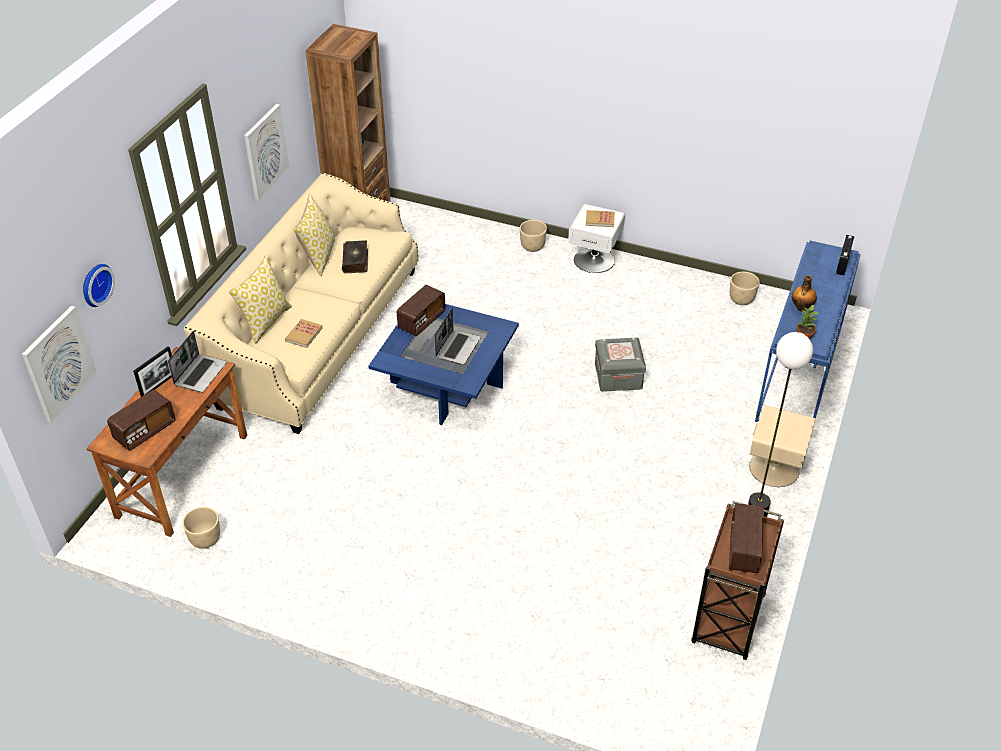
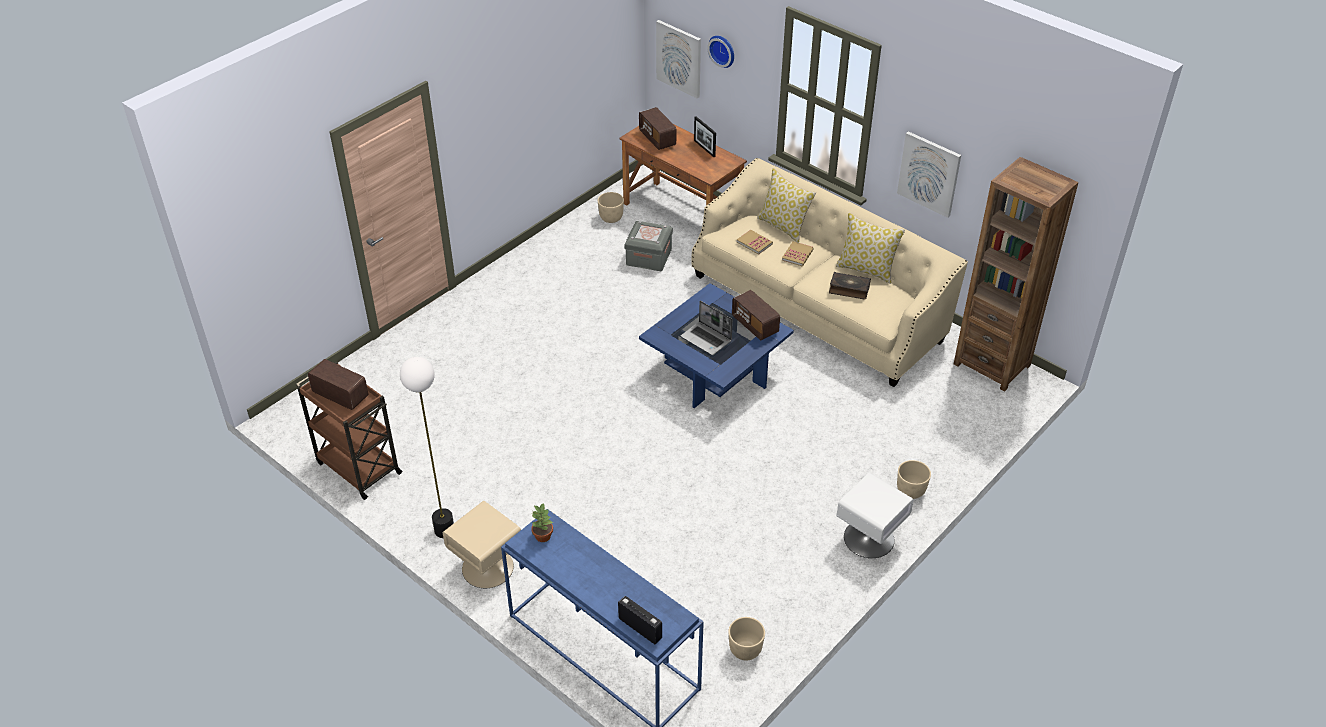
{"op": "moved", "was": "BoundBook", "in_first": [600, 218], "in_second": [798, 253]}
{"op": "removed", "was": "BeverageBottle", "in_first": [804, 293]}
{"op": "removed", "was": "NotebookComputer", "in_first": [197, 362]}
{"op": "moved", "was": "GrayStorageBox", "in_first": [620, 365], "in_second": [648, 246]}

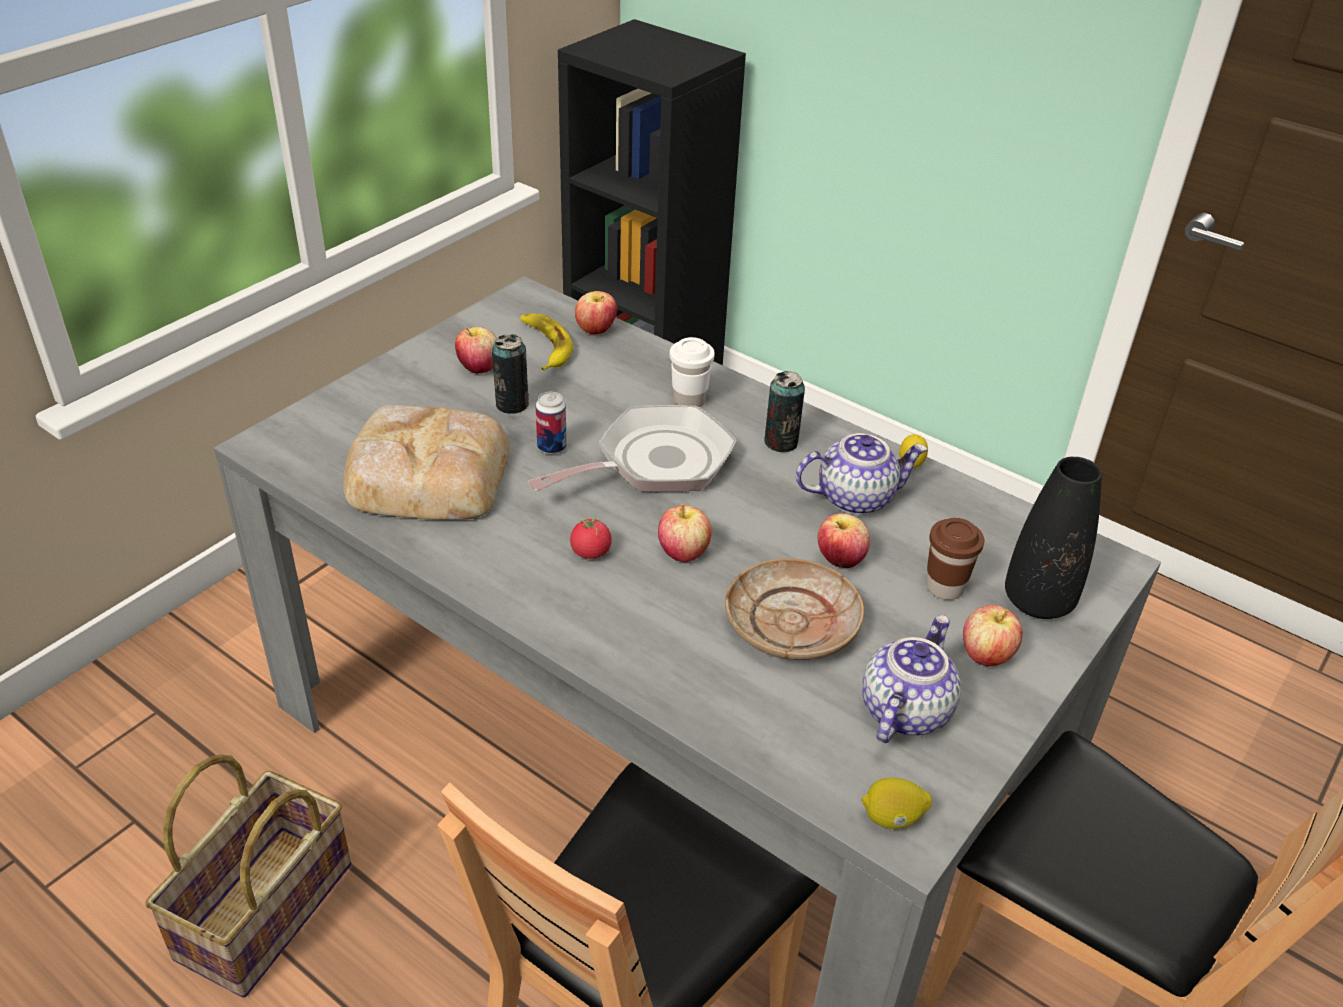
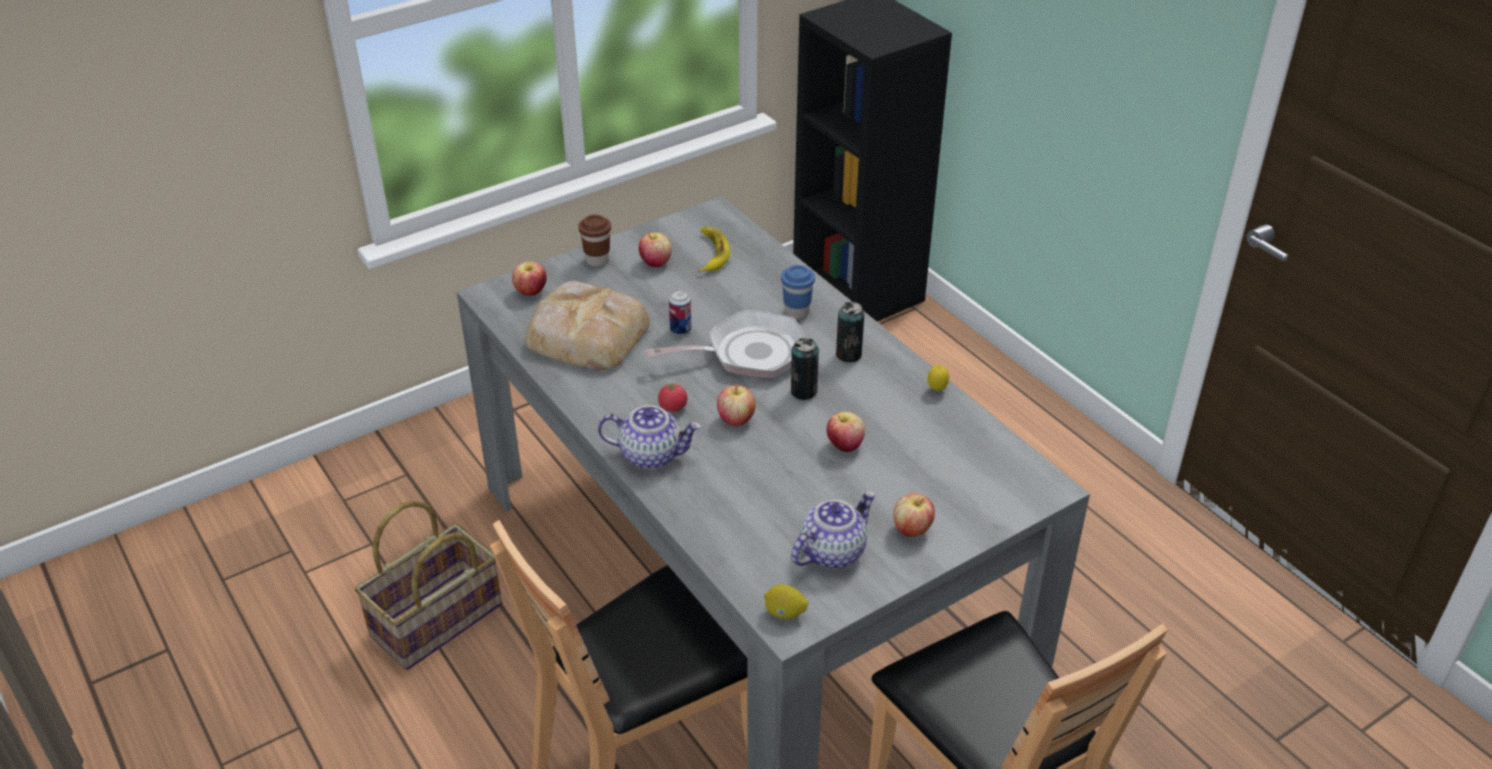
{"op": "moved", "was": "WholeApple", "in_first": [596, 312], "in_second": [529, 278]}
{"op": "moved", "was": "SealedCan", "in_first": [510, 374], "in_second": [805, 369]}
{"op": "recoloured", "was": "WhitishDrinkingCup", "now": "BlueDrinkingCup", "in_first": [692, 372], "in_second": [798, 292]}
{"op": "moved", "was": "Teapot", "in_first": [862, 474], "in_second": [649, 437]}
{"op": "removed", "was": "BlackVase", "in_first": [1053, 538]}
{"op": "moved", "was": "BrownishDrinkingCup", "in_first": [955, 559], "in_second": [595, 241]}
{"op": "removed", "was": "BeigePlate", "in_first": [794, 609]}

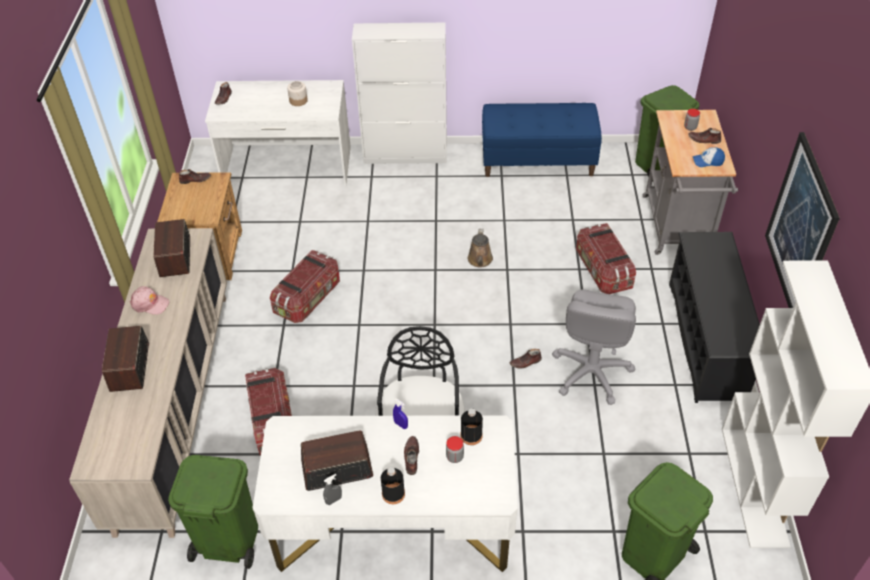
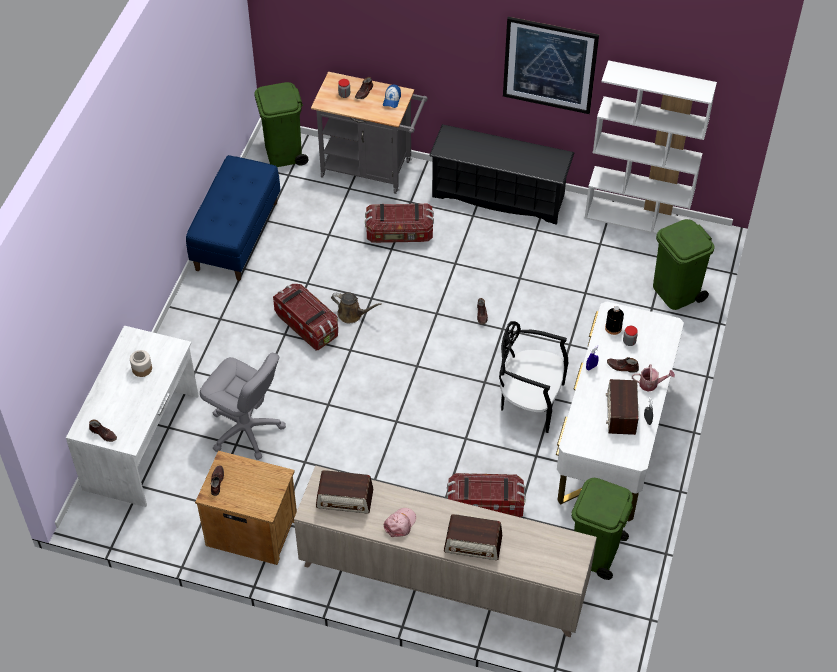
{"op": "removed", "was": "WhitishStorageCabinet", "in_first": [399, 93]}
{"op": "moved", "was": "StorageBox", "in_first": [305, 286], "in_second": [305, 317]}
{"op": "moved", "was": "GrayDeskChair", "in_first": [594, 347], "in_second": [243, 406]}
{"op": "replaced", "was": "BlackBeverageBottle", "now": "WateringCan", "in_first": [393, 485], "in_second": [653, 378]}

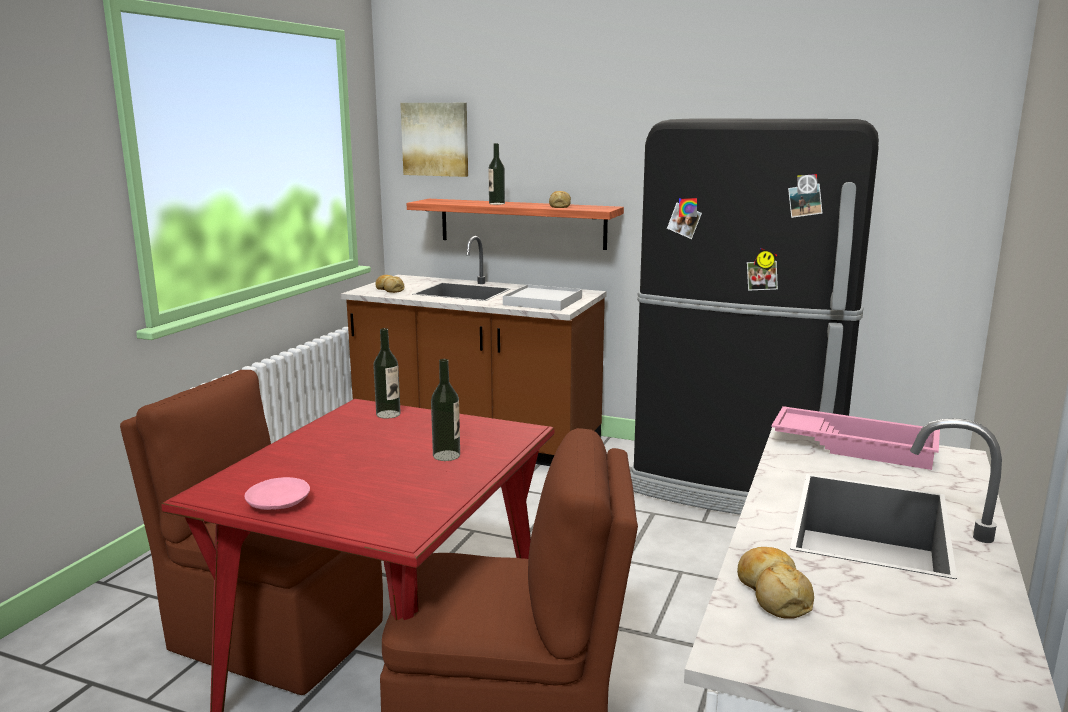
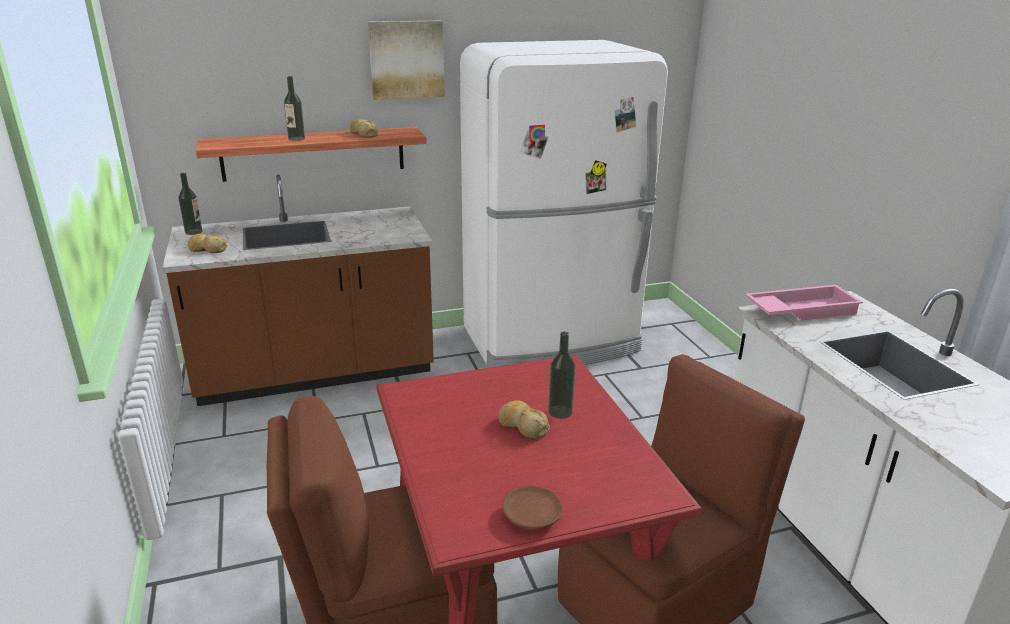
{"op": "moved", "was": "WallArt", "in_first": [434, 140], "in_second": [406, 60]}
{"op": "recoloured", "was": "BlackKitchenFridge", "now": "WhitishKitchenFridge", "in_first": [754, 316], "in_second": [564, 204]}
{"op": "removed", "was": "WhitishServingTray", "in_first": [542, 297]}
{"op": "moved", "was": "BeverageBottle", "in_first": [387, 373], "in_second": [190, 204]}
{"op": "recoloured", "was": "PinkColouredPlate", "now": "BrownishPlate", "in_first": [277, 493], "in_second": [533, 508]}
{"op": "moved", "was": "BakeryBread", "in_first": [775, 583], "in_second": [524, 419]}

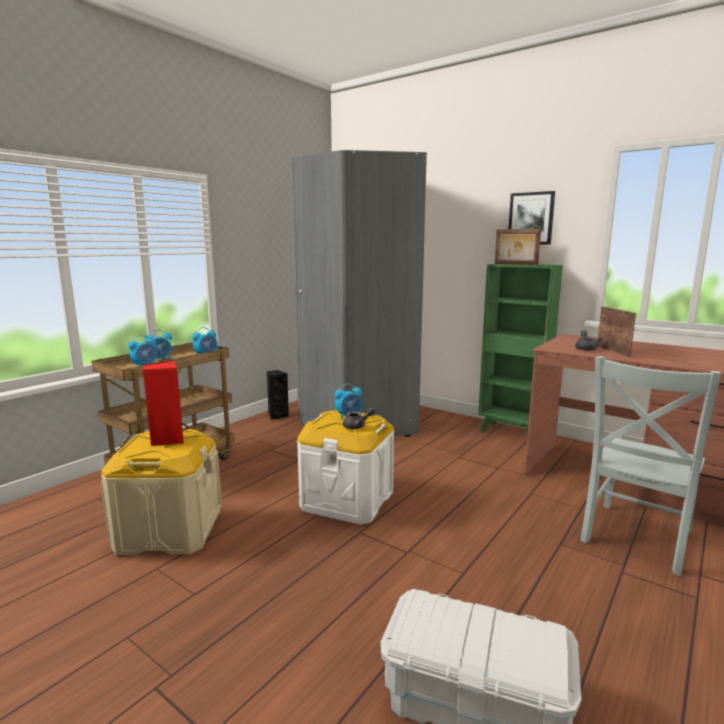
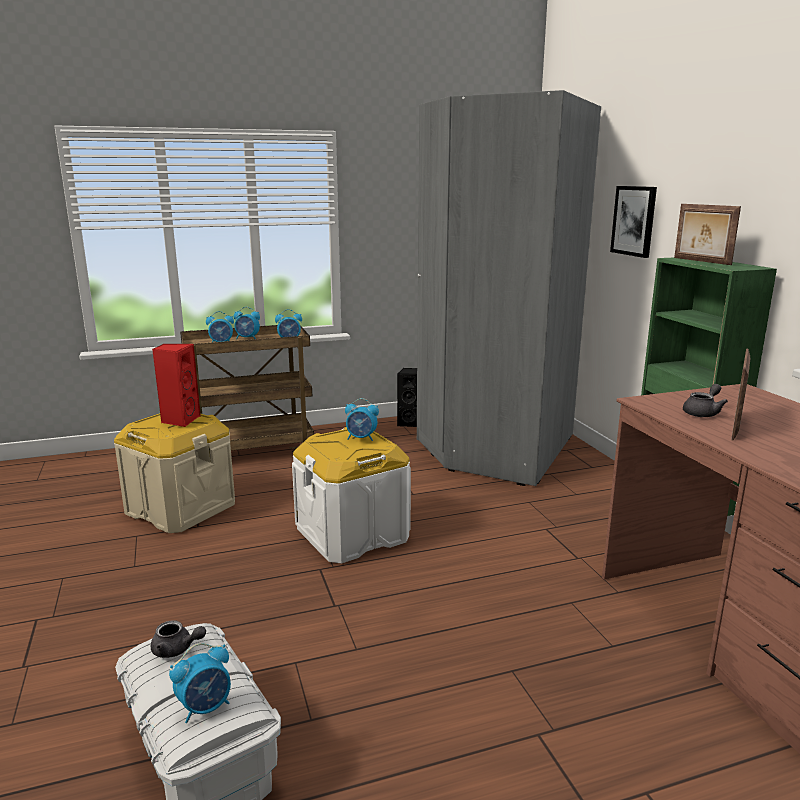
{"op": "moved", "was": "WallArt", "in_first": [532, 217], "in_second": [633, 222]}
{"op": "removed", "was": "GrayChair", "in_first": [650, 465]}
{"op": "moved", "was": "GrayTeapot", "in_first": [359, 418], "in_second": [178, 639]}
{"op": "added", "now": "TableClock", "in_second": [200, 683]}

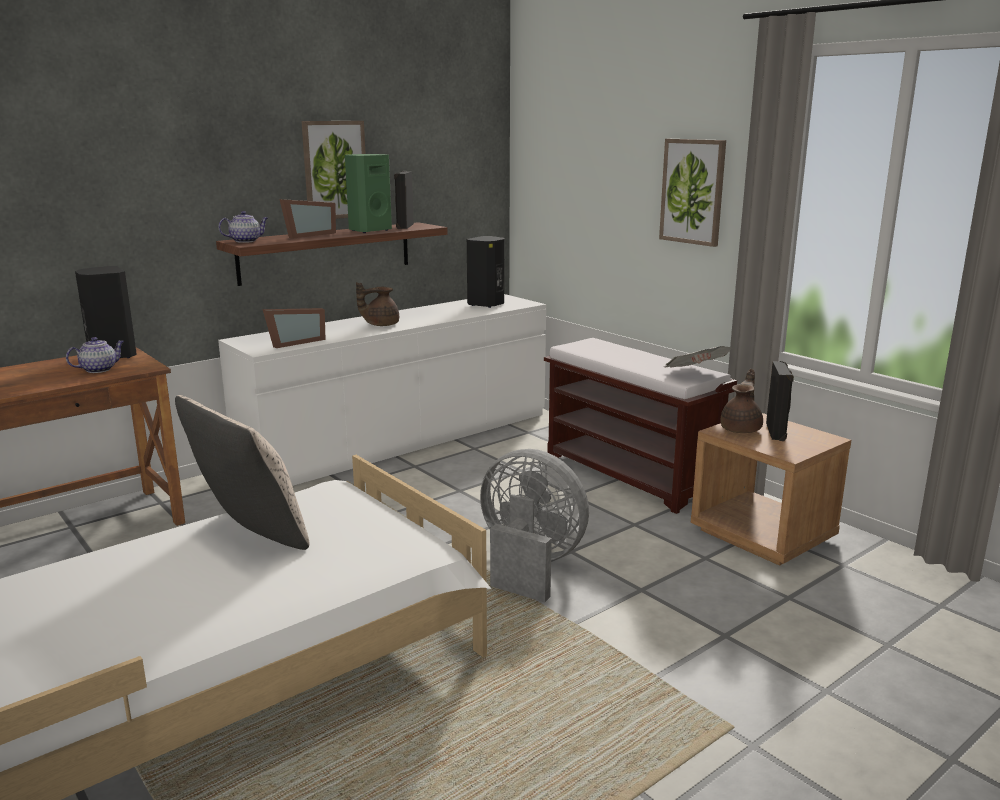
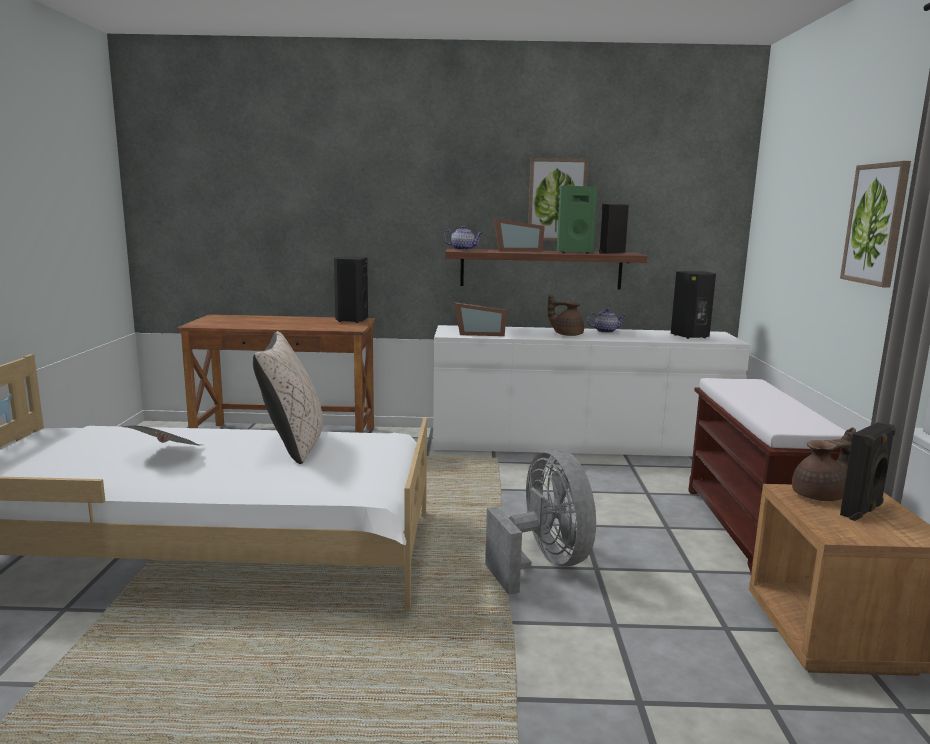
{"op": "moved", "was": "Teapot", "in_first": [95, 355], "in_second": [606, 320]}
{"op": "moved", "was": "DailyPaper", "in_first": [698, 356], "in_second": [161, 435]}

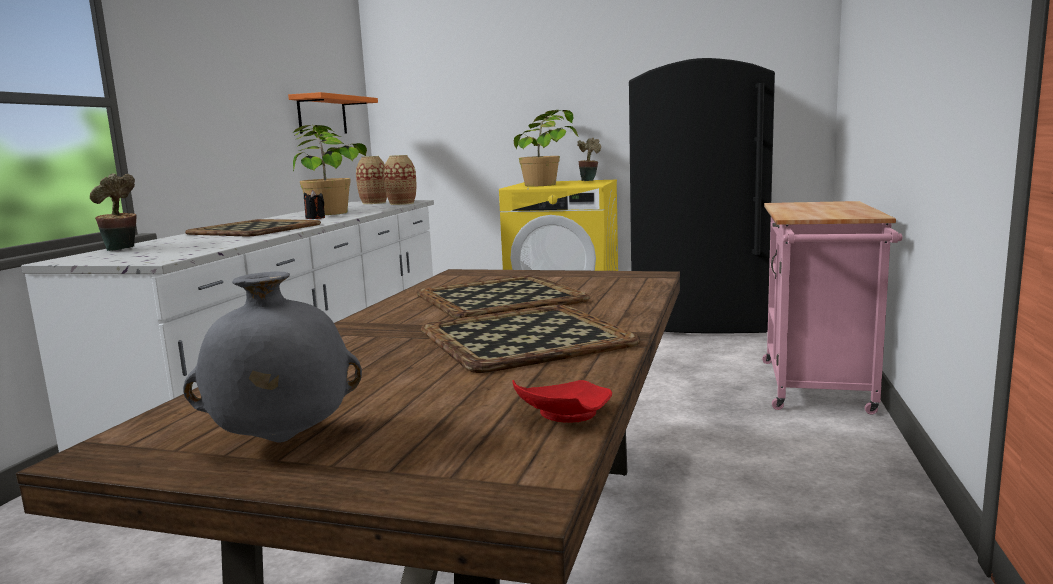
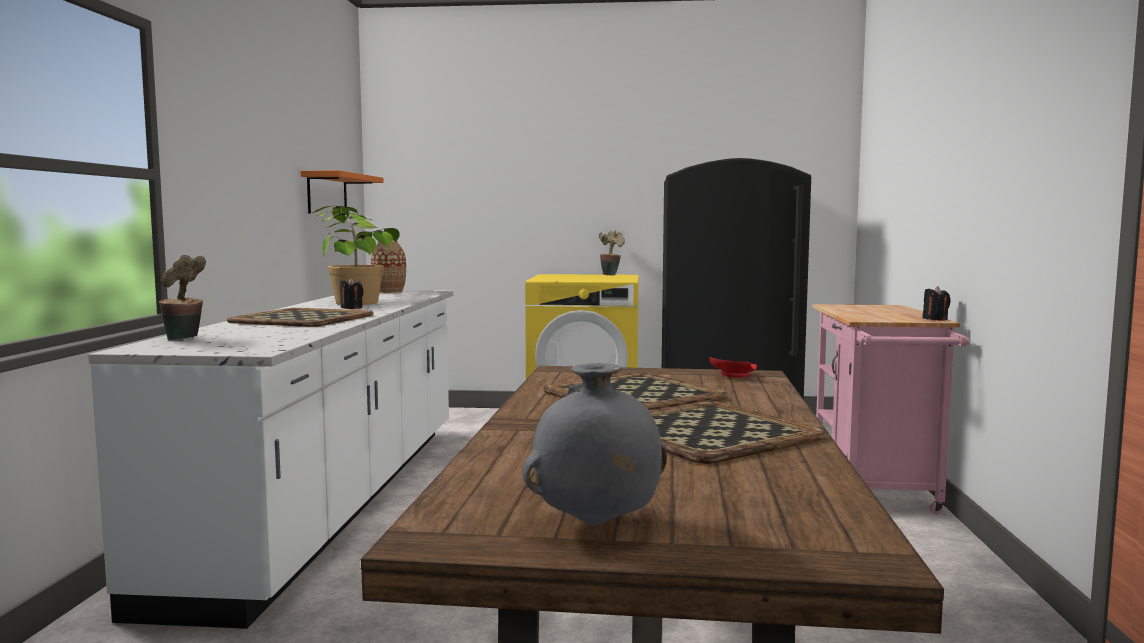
{"op": "removed", "was": "PlantInAPot", "in_first": [546, 148]}
{"op": "removed", "was": "Vase", "in_first": [399, 180]}
{"op": "moved", "was": "RedColouredPlate", "in_first": [562, 401], "in_second": [733, 367]}
{"op": "added", "now": "BlackCandle", "in_second": [937, 303]}

